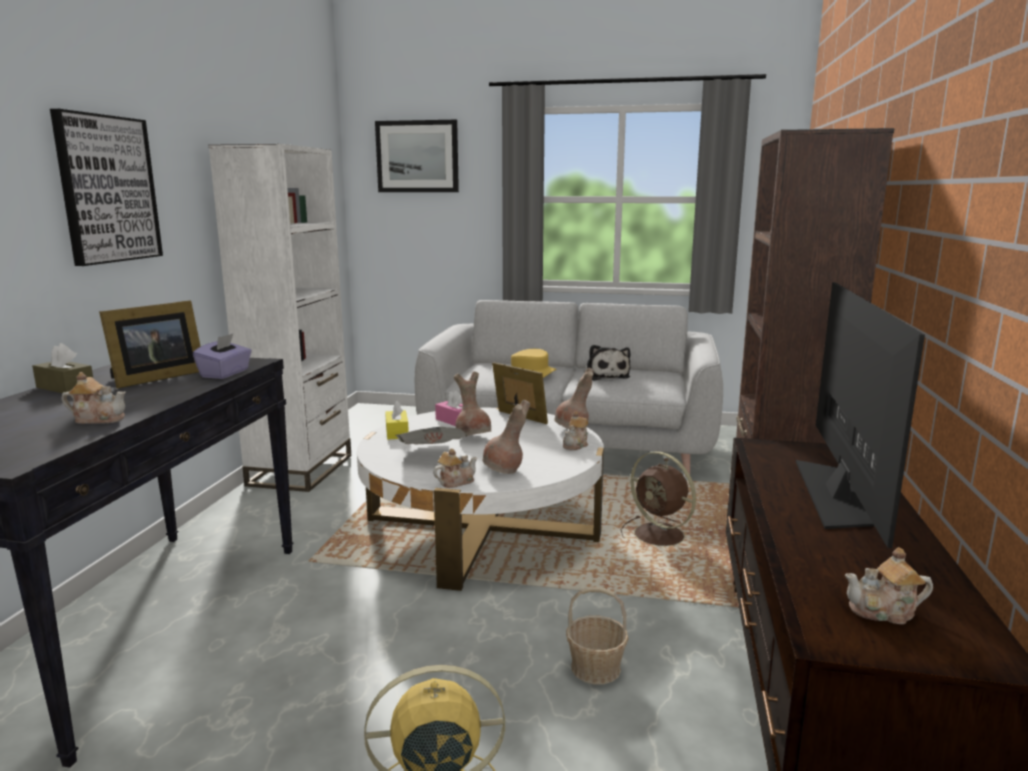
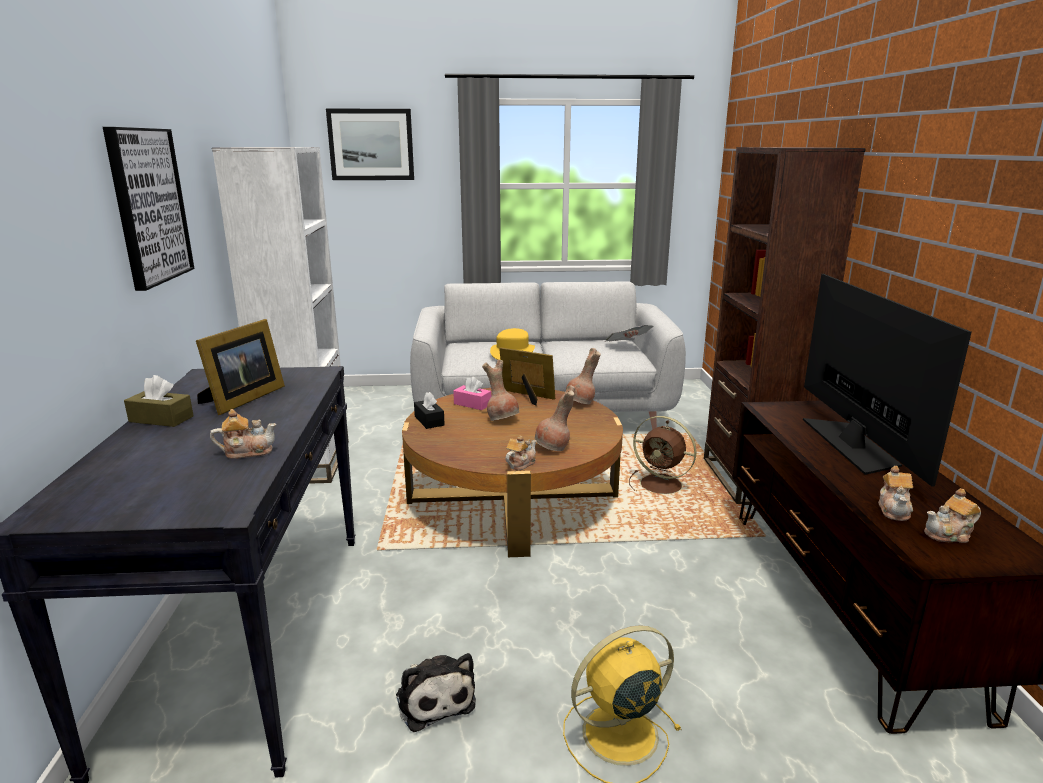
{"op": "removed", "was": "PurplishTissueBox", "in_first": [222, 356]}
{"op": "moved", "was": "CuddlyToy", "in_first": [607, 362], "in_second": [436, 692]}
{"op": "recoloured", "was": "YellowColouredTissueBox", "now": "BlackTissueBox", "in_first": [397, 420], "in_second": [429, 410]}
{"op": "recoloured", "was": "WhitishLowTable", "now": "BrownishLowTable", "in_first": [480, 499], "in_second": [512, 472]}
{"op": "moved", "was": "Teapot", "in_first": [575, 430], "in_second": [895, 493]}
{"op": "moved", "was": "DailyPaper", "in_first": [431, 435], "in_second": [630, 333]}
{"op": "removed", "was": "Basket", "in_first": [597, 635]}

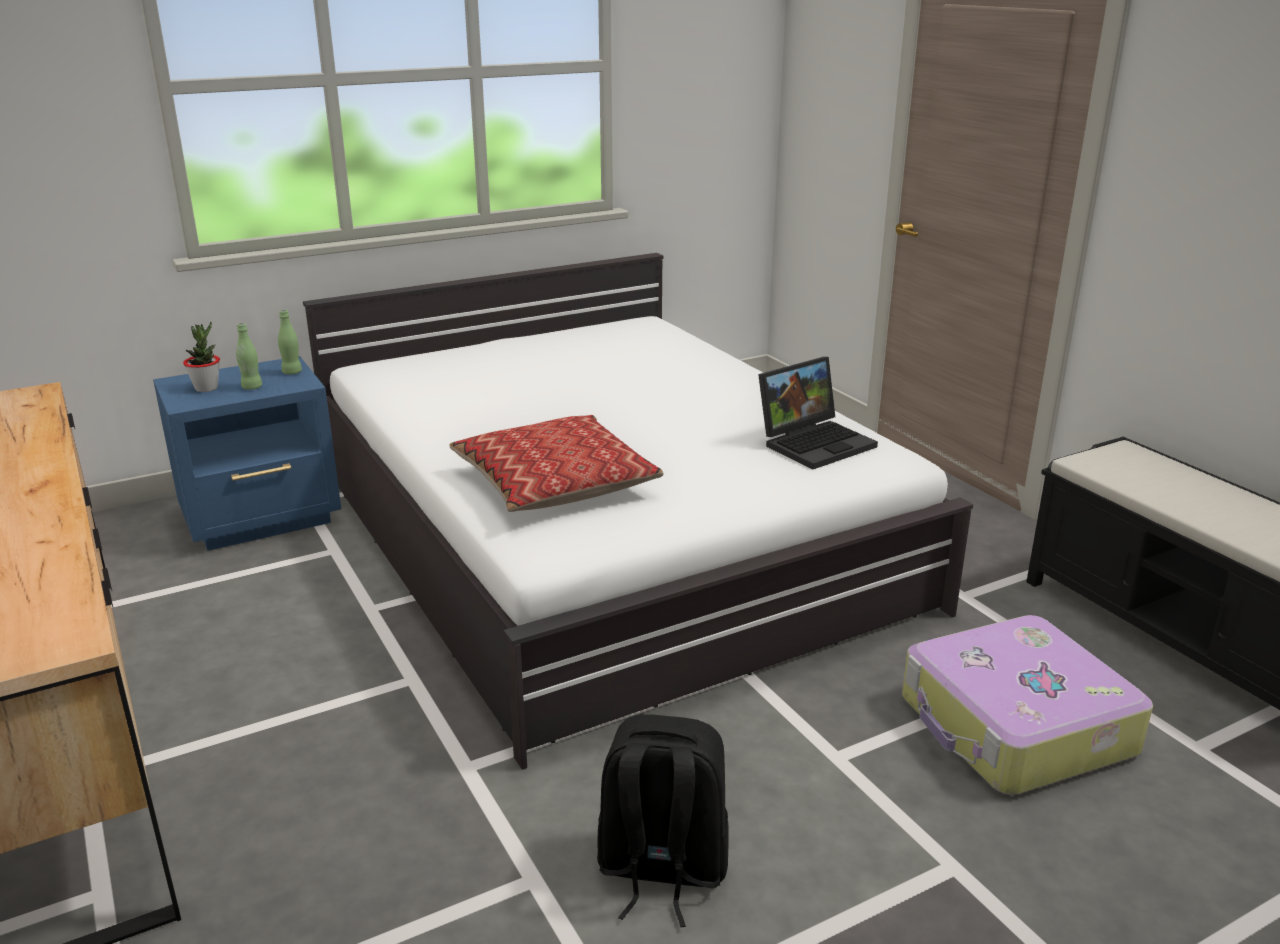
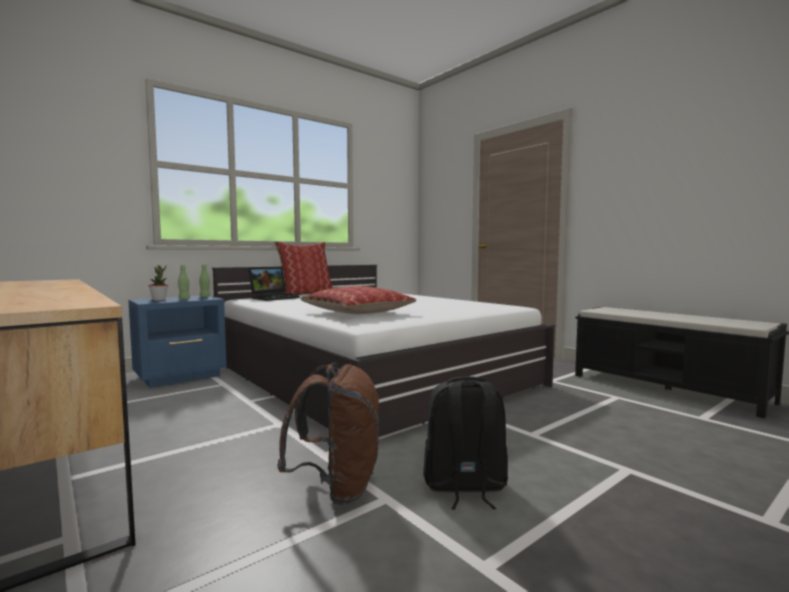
{"op": "moved", "was": "NotebookComputer", "in_first": [818, 413], "in_second": [274, 284]}
{"op": "removed", "was": "PieceOfLuggage", "in_first": [1027, 705]}
{"op": "added", "now": "ThrowPillow", "in_second": [303, 267]}
{"op": "added", "now": "BrownishKnapsack", "in_second": [328, 434]}

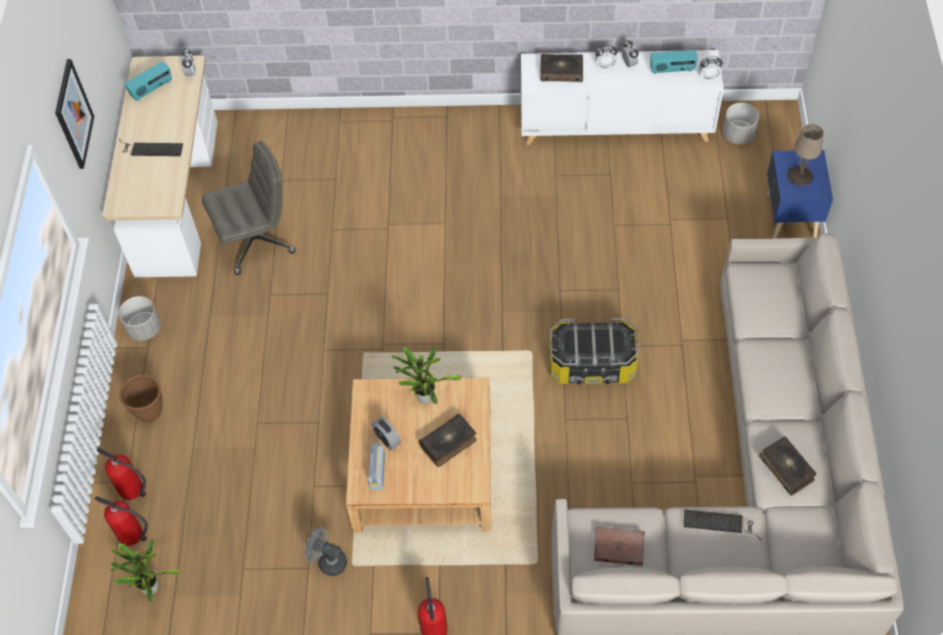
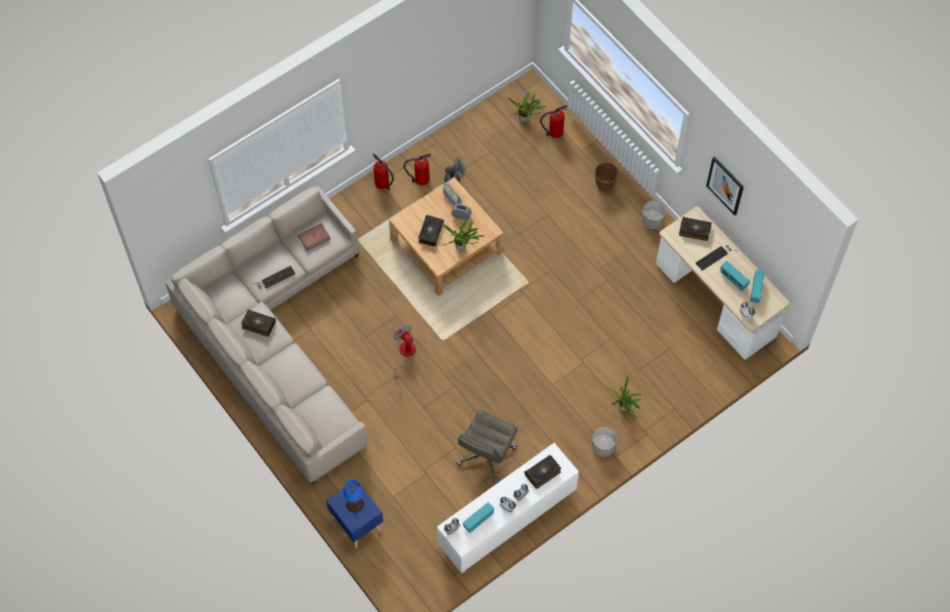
{"op": "moved", "was": "GrayFlowerPot", "in_first": [741, 123], "in_second": [604, 442]}
{"op": "recoloured", "was": "BeigeTabletopLamp", "now": "BlueTabletopLamp", "in_first": [805, 155], "in_second": [353, 496]}
{"op": "moved", "was": "GrayDeskChair", "in_first": [249, 208], "in_second": [487, 446]}
{"op": "replaced", "was": "StorageBox", "now": "CoolingFan", "in_first": [594, 351], "in_second": [405, 352]}
{"op": "moved", "was": "Extinguisher", "in_first": [121, 474], "in_second": [417, 170]}
{"op": "added", "now": "BoundBook", "in_second": [695, 229]}
{"op": "added", "now": "RadioSet", "in_second": [735, 276]}
{"op": "added", "now": "PlantInAPot", "in_second": [624, 397]}

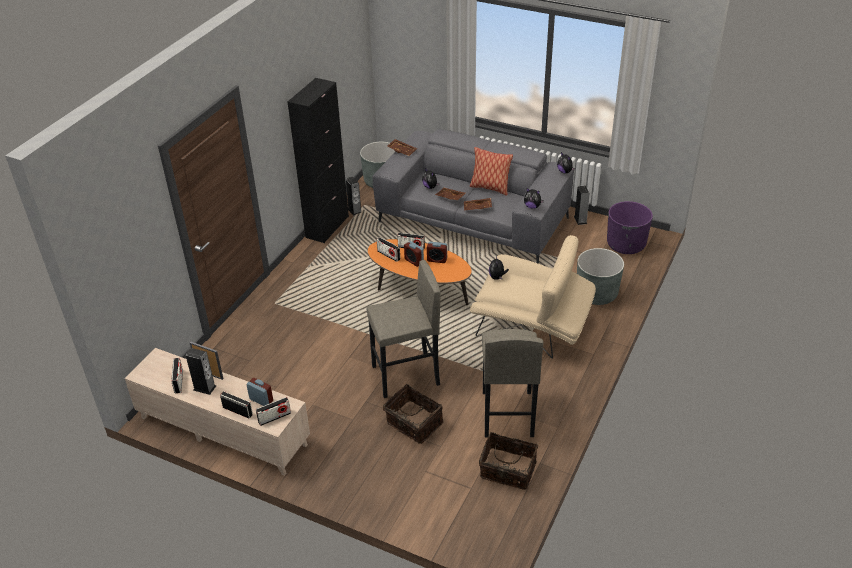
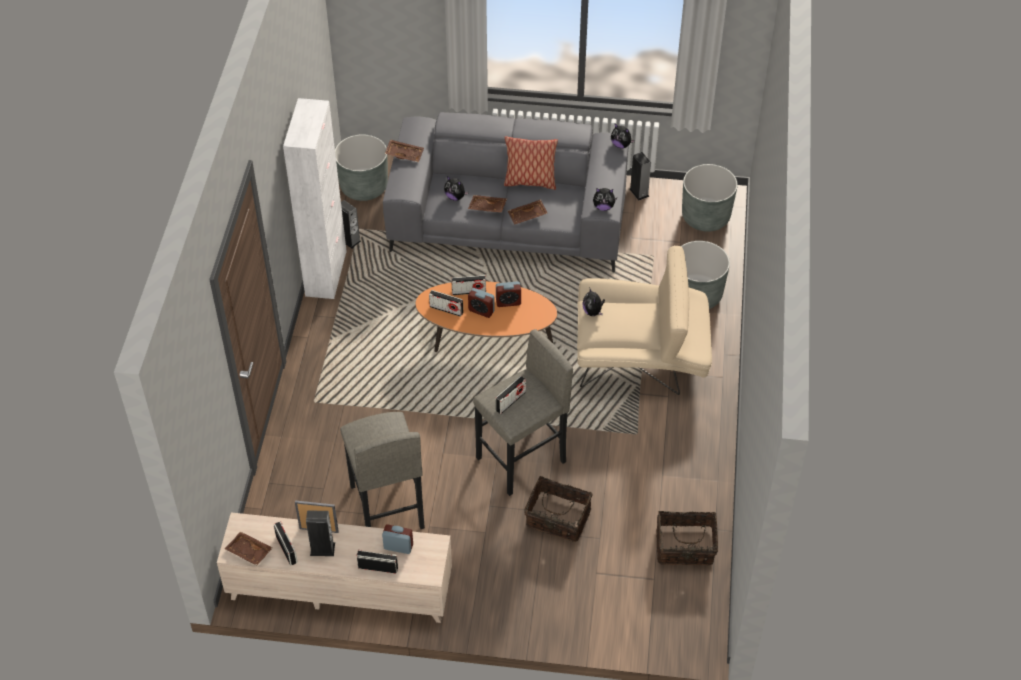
{"op": "recoloured", "was": "BlackStorageCabinet", "now": "WhitishStorageCabinet", "in_first": [318, 160], "in_second": [315, 198]}
{"op": "recoloured", "was": "PurplishFlowerPot", "now": "GrayFlowerPot", "in_first": [630, 227], "in_second": [710, 198]}
{"op": "moved", "was": "GrayStool", "in_first": [512, 383], "in_second": [382, 470]}
{"op": "moved", "was": "RadioSet", "in_first": [273, 411], "in_second": [510, 395]}
{"op": "added", "now": "BrownishServingTray", "in_second": [248, 548]}

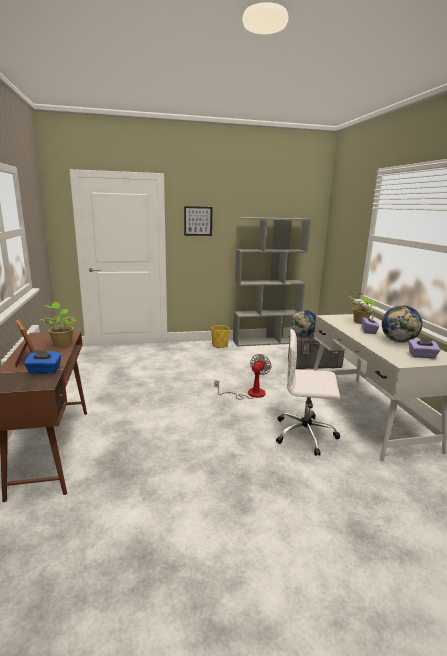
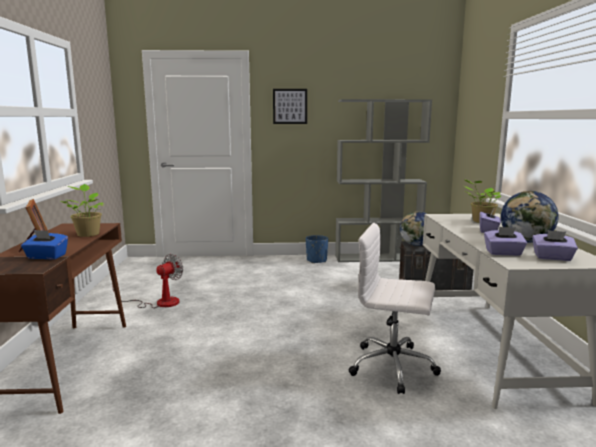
{"op": "recoloured", "was": "YellowColouredFlowerPot", "now": "BlueFlowerPot", "in_first": [220, 336], "in_second": [317, 249]}
{"op": "moved", "was": "CoolingFan", "in_first": [243, 376], "in_second": [148, 281]}
{"op": "added", "now": "PurplishTissueBox", "in_second": [505, 241]}

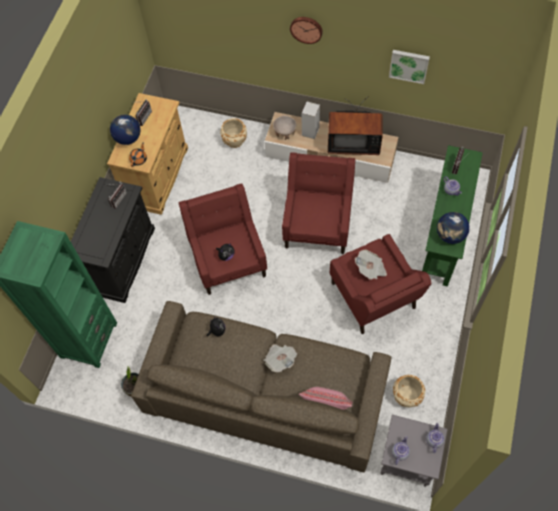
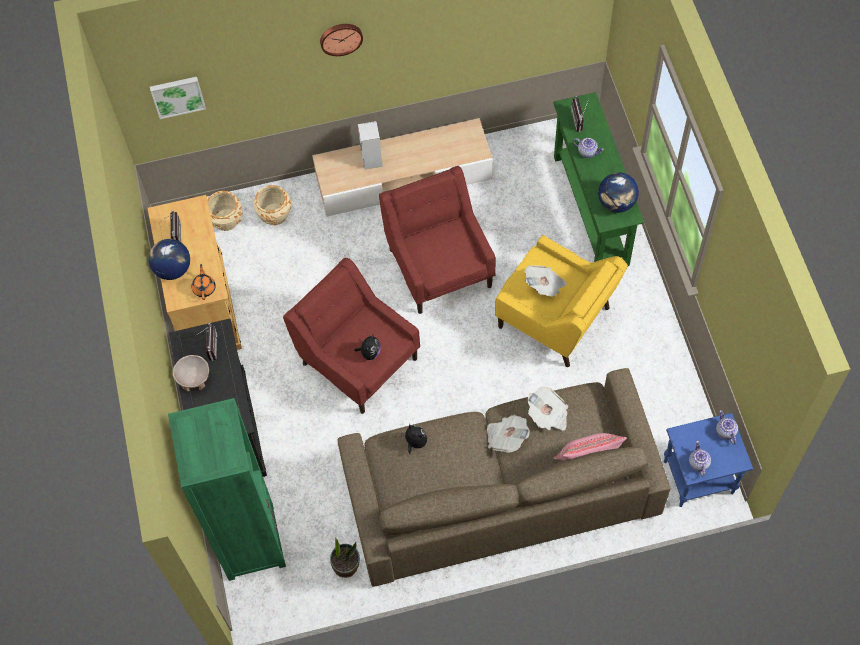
{"op": "moved", "was": "WallArt", "in_first": [409, 67], "in_second": [178, 98]}
{"op": "removed", "was": "Television", "in_first": [355, 125]}
{"op": "moved", "was": "BeigeBowl", "in_first": [284, 128], "in_second": [191, 373]}
{"op": "recoloured", "was": "RedColouredLoungeChair", "now": "YellowColouredLoungeChair", "in_first": [381, 284], "in_second": [561, 301]}
{"op": "moved", "was": "BeigeFlowerPot", "in_first": [409, 391], "in_second": [224, 211]}
{"op": "recoloured", "was": "GraySideTable", "now": "BlueSideTable", "in_first": [414, 451], "in_second": [708, 460]}
{"op": "added", "now": "DailyPaper", "in_second": [548, 408]}

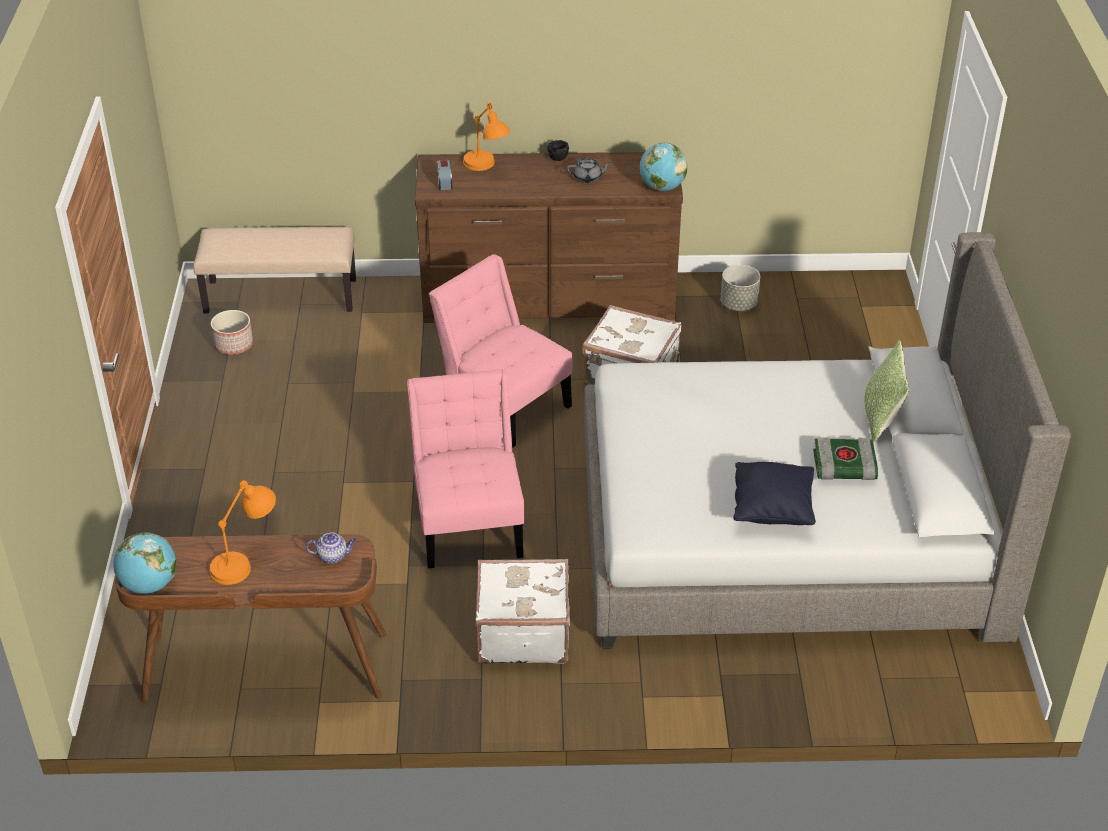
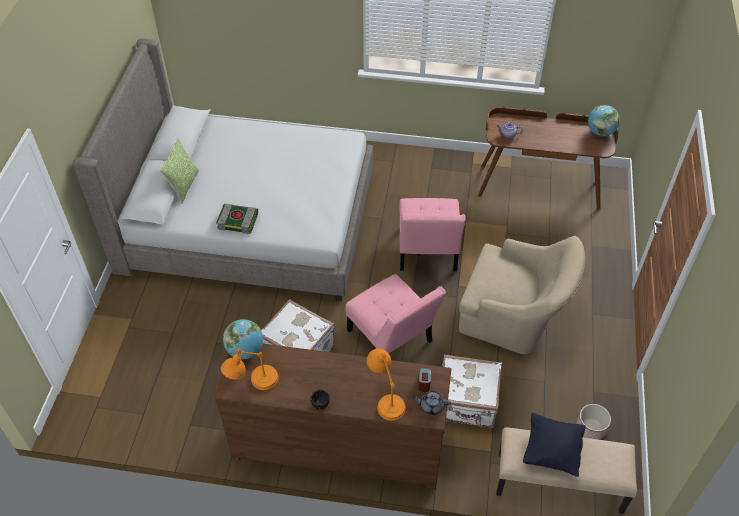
{"op": "moved", "was": "GrayTeapot", "in_first": [589, 170], "in_second": [431, 403]}
{"op": "removed", "was": "GrayFlowerPot", "in_first": [741, 288]}
{"op": "moved", "was": "BoundBook", "in_first": [845, 458], "in_second": [237, 219]}
{"op": "moved", "was": "BlackThrowPillow", "in_first": [774, 493], "in_second": [554, 445]}
{"op": "moved", "was": "OrangeTabletopLamp", "in_first": [243, 532], "in_second": [249, 369]}
{"op": "moved", "was": "WhitishPieceOfLuggage", "in_first": [522, 611], "in_second": [472, 391]}
{"op": "added", "now": "BeigeLoungeChair", "in_second": [522, 295]}

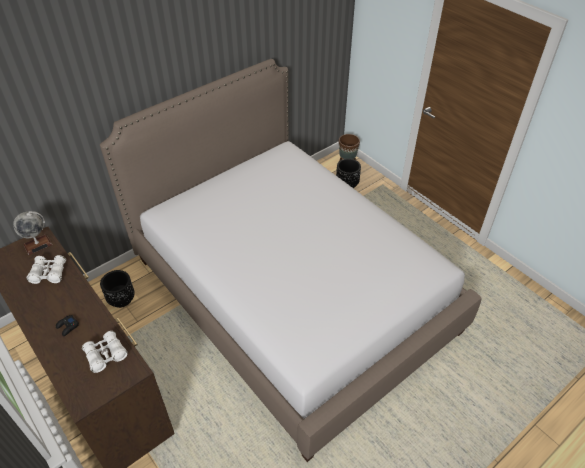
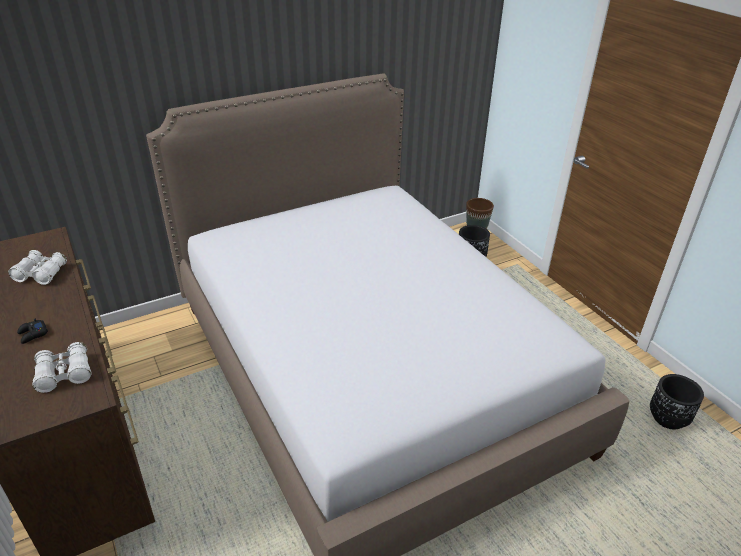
{"op": "removed", "was": "Globe", "in_first": [33, 233]}
{"op": "moved", "was": "BlackFlowerPot", "in_first": [117, 289], "in_second": [677, 401]}

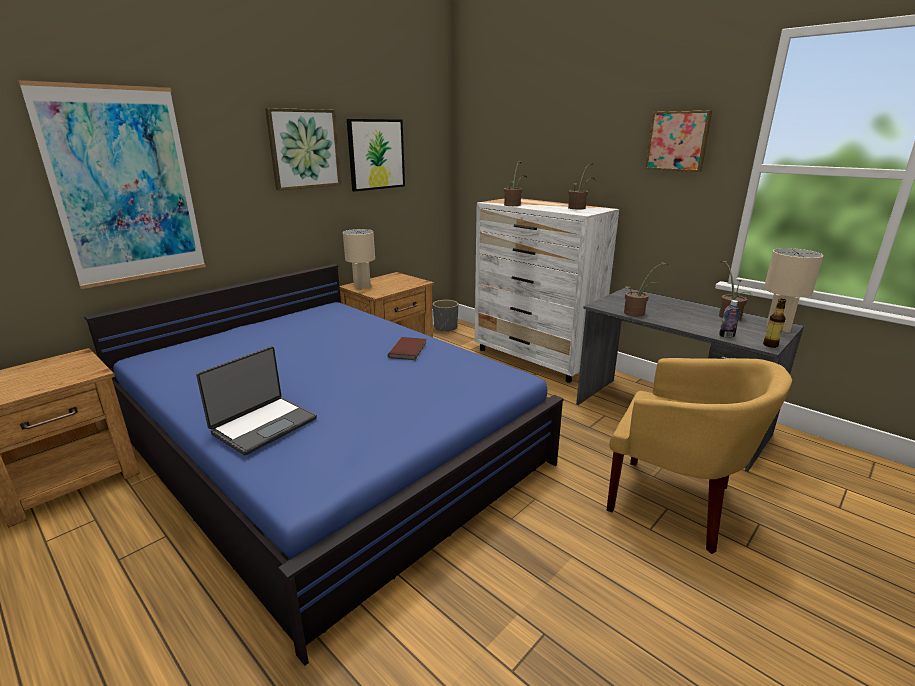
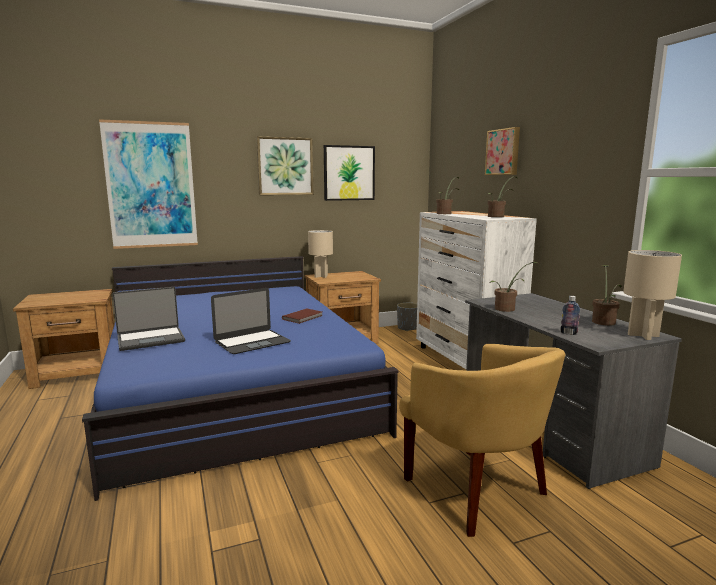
{"op": "moved", "was": "WallArt", "in_first": [678, 141], "in_second": [502, 151]}
{"op": "removed", "was": "BeverageBottle", "in_first": [774, 323]}
{"op": "added", "now": "NotebookComputer", "in_second": [251, 321]}

